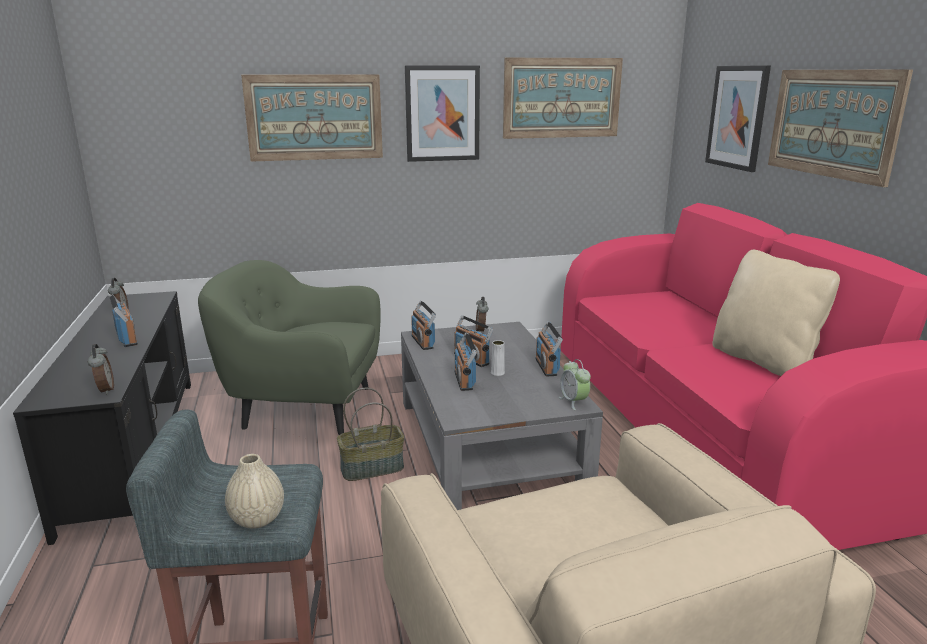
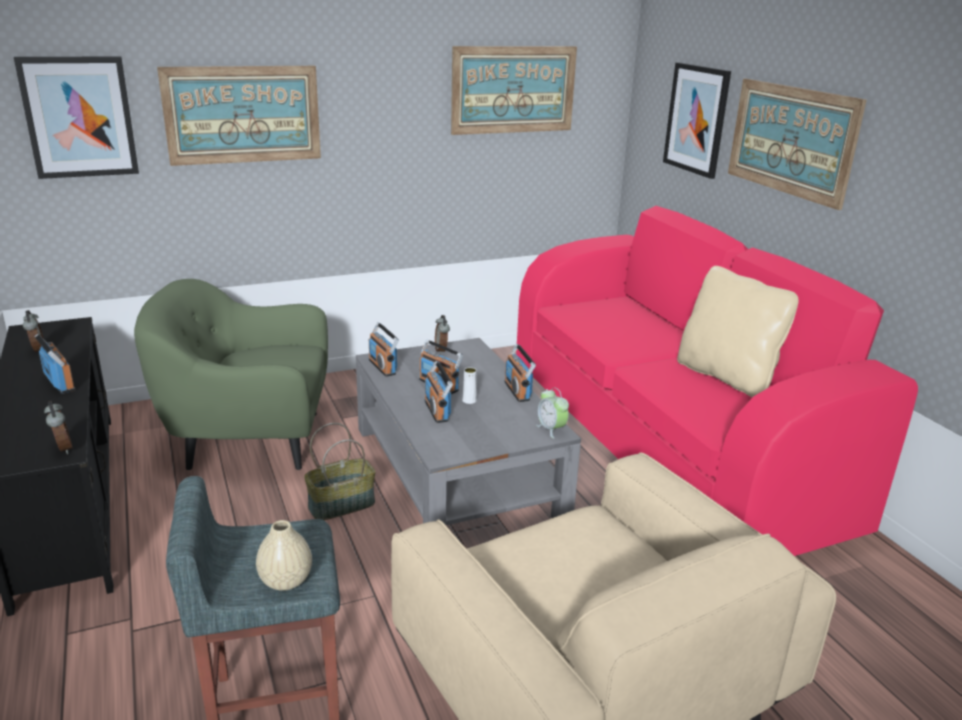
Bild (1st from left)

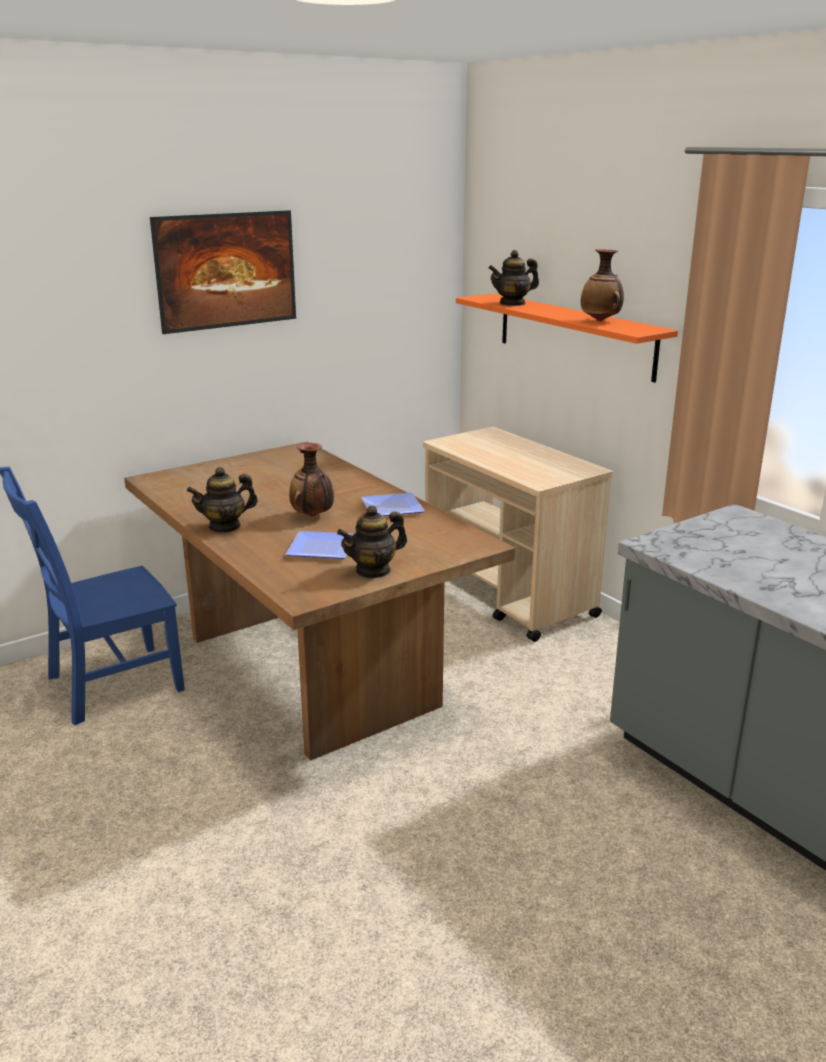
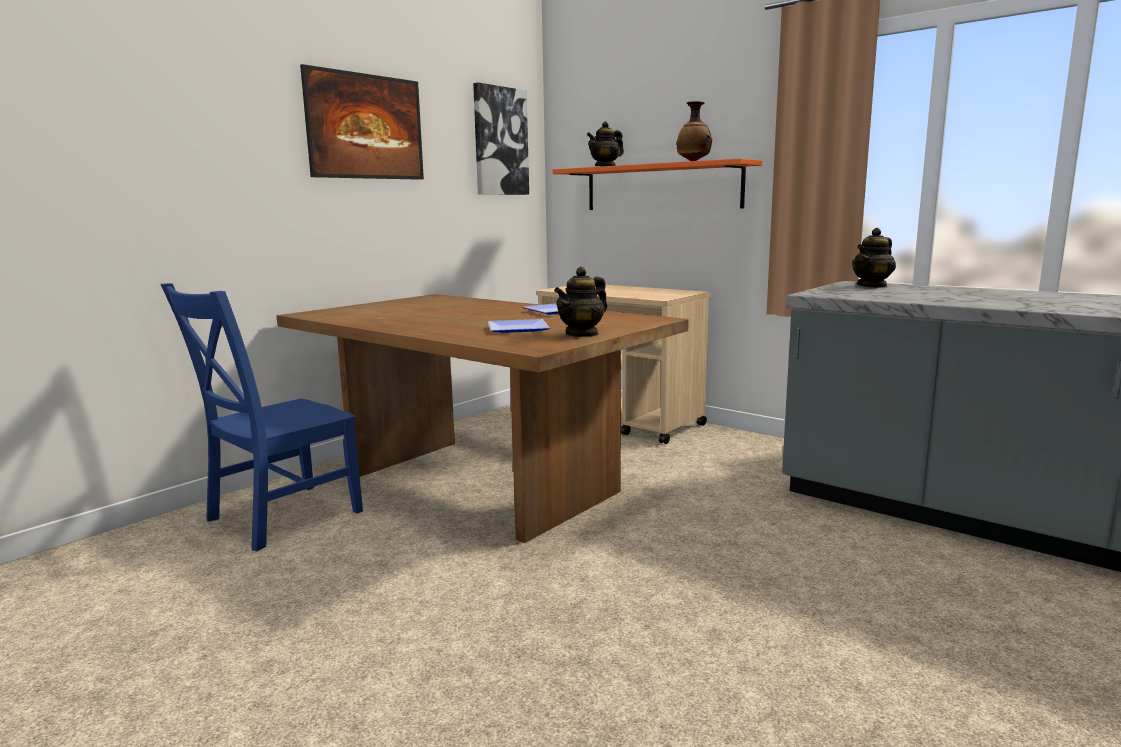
Bild (2nd from left)
Teekanne (3rd from left)
Vase (1st from left in the first image)

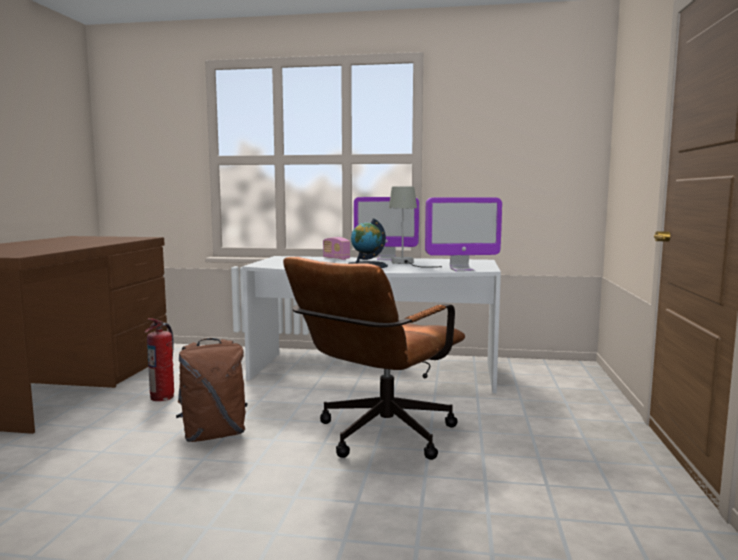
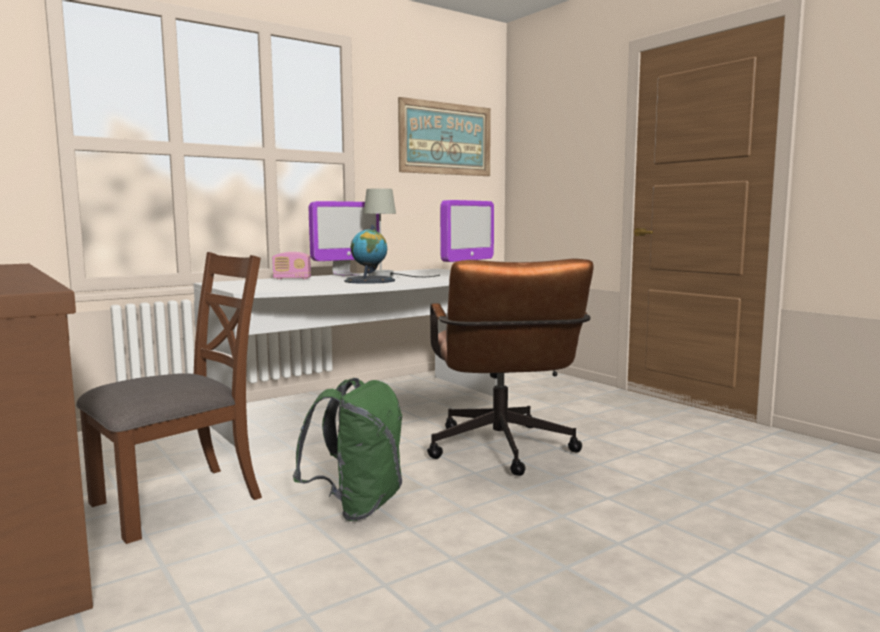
Stuhl [braun]
Rucksack [grün]
Bild

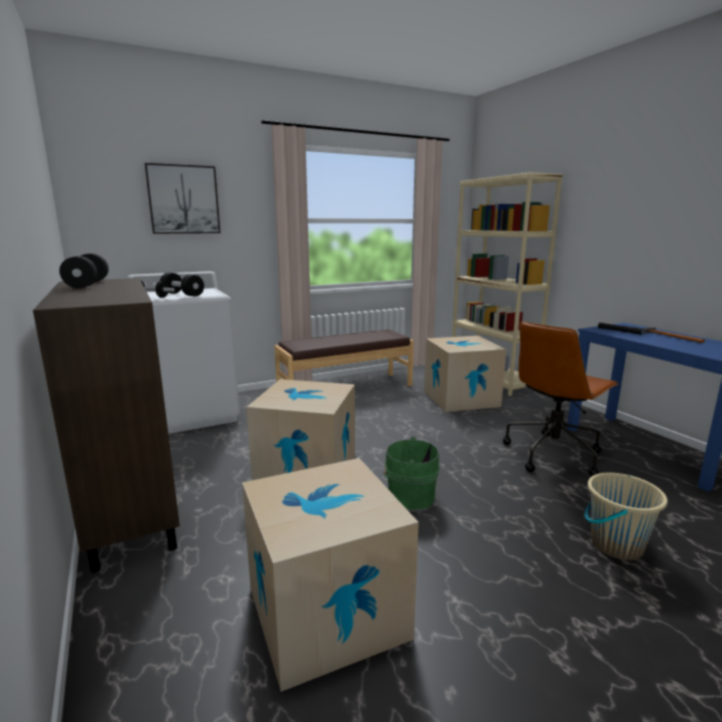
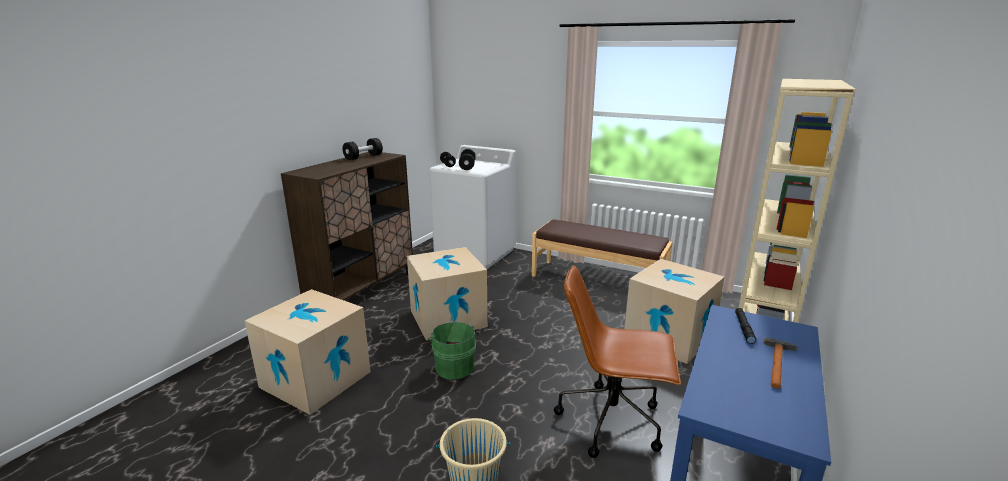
Bild

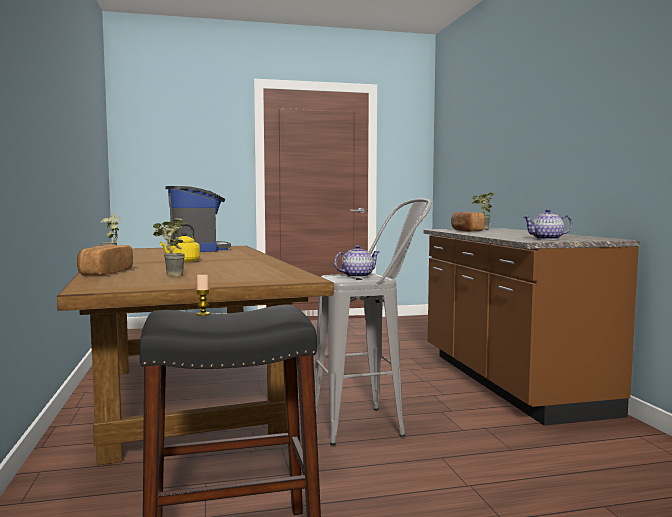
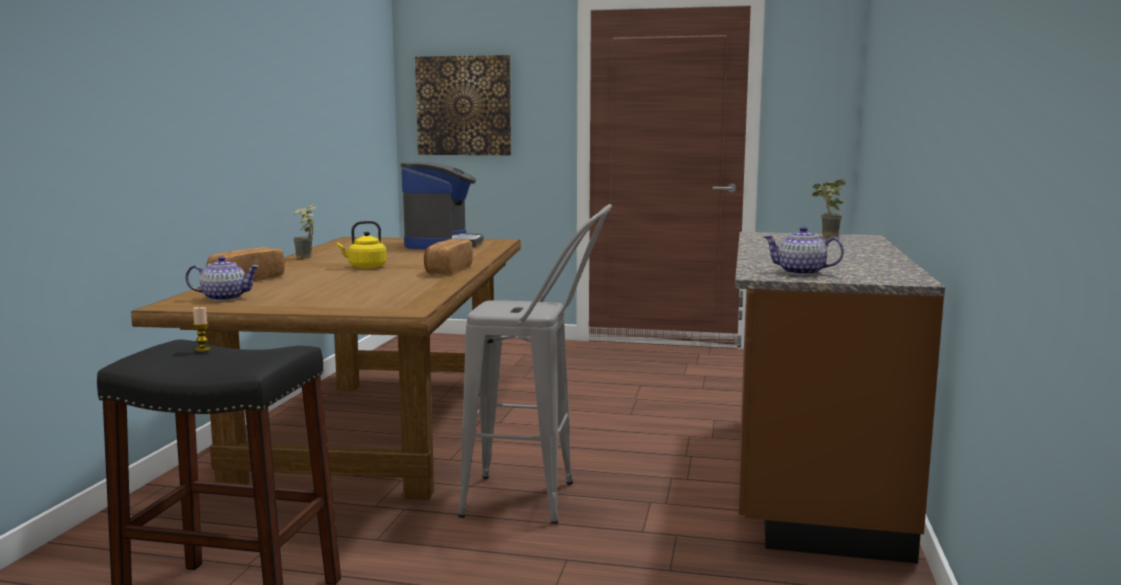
Teekanne (1st from left)
Bild
Brot (2nd from left)
Topfpflanze (2nd from left in the first image)

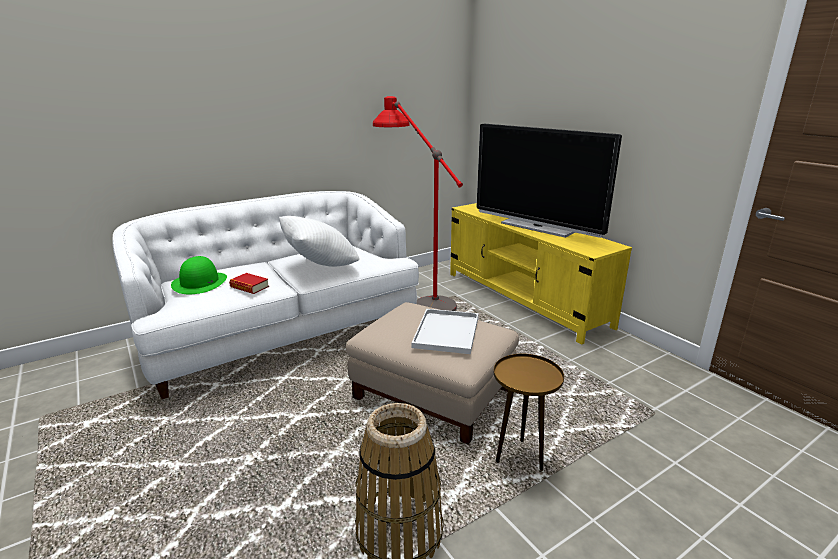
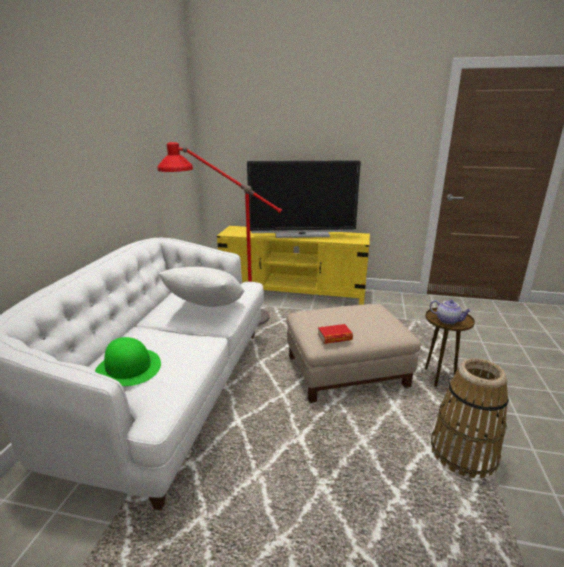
Buch
Teekanne
Tablett [weiß]

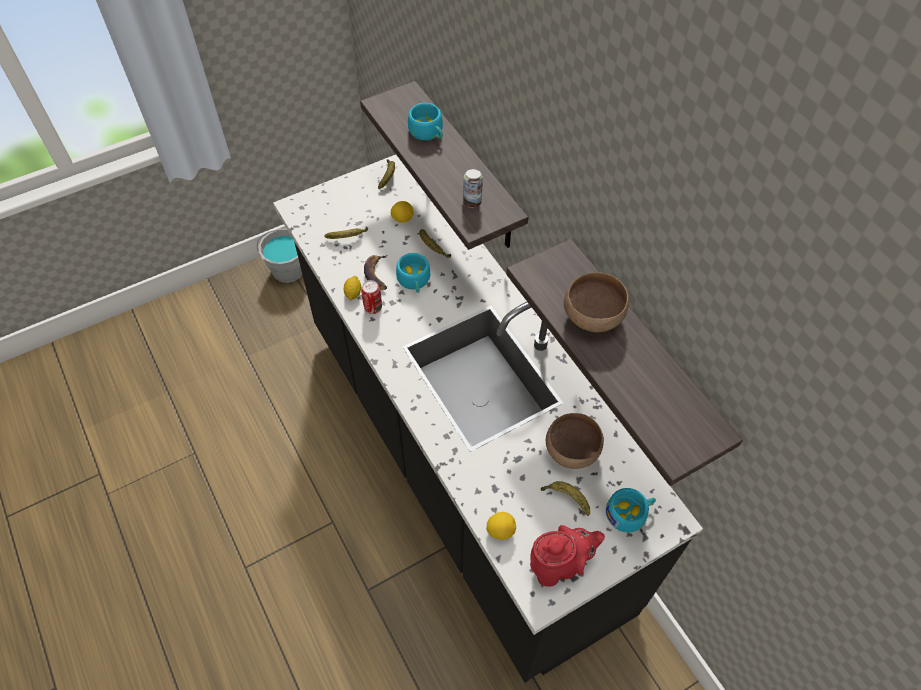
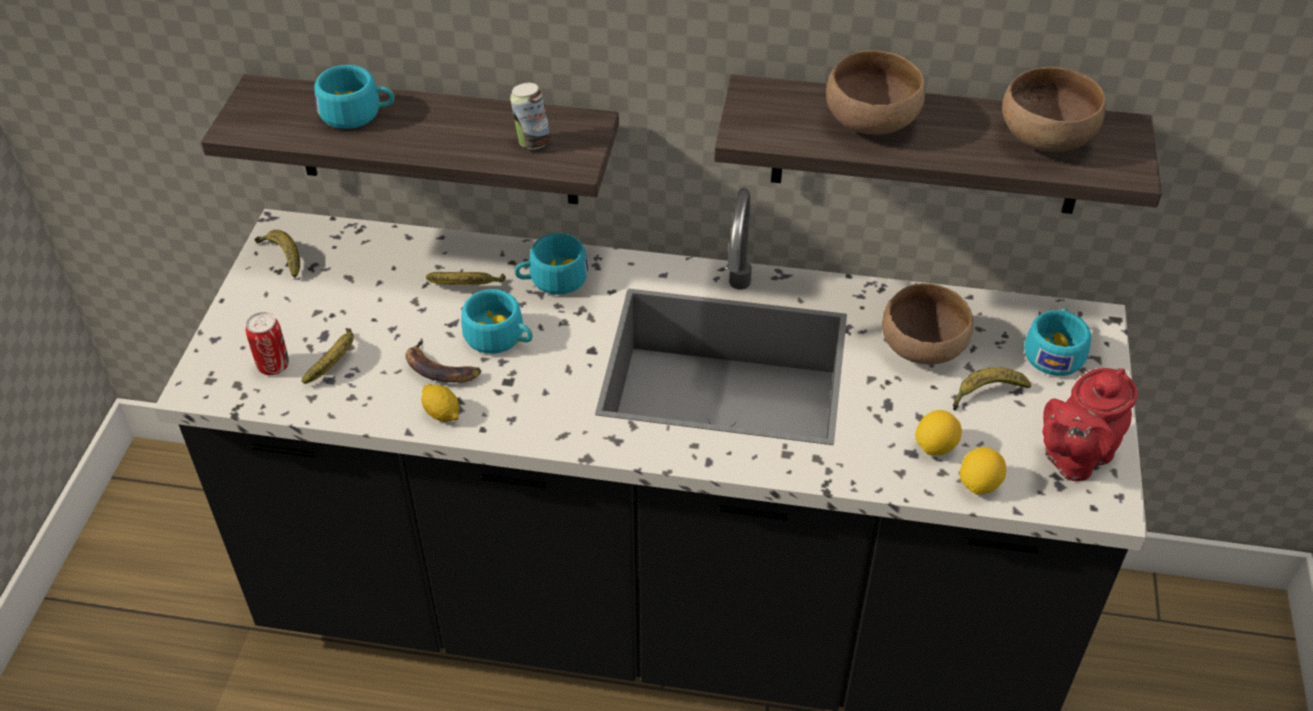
Dose (1st from left)
Tasse [türkis] (3rd from left)
Zitrone (2nd from left)
Schüssel [braun] (3rd from left)
Teekanne [rot]
Eimer [grau]

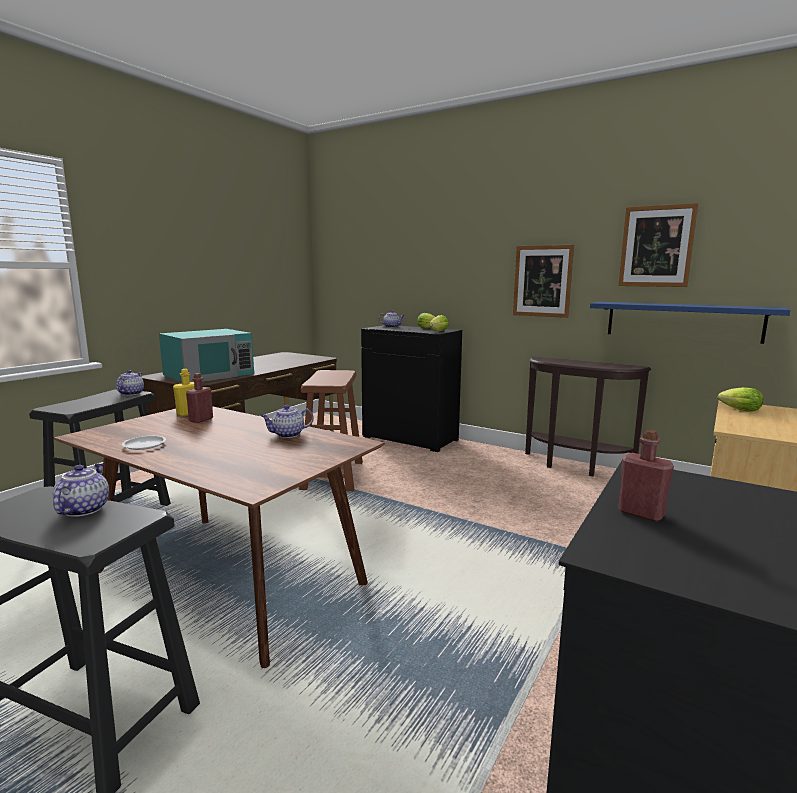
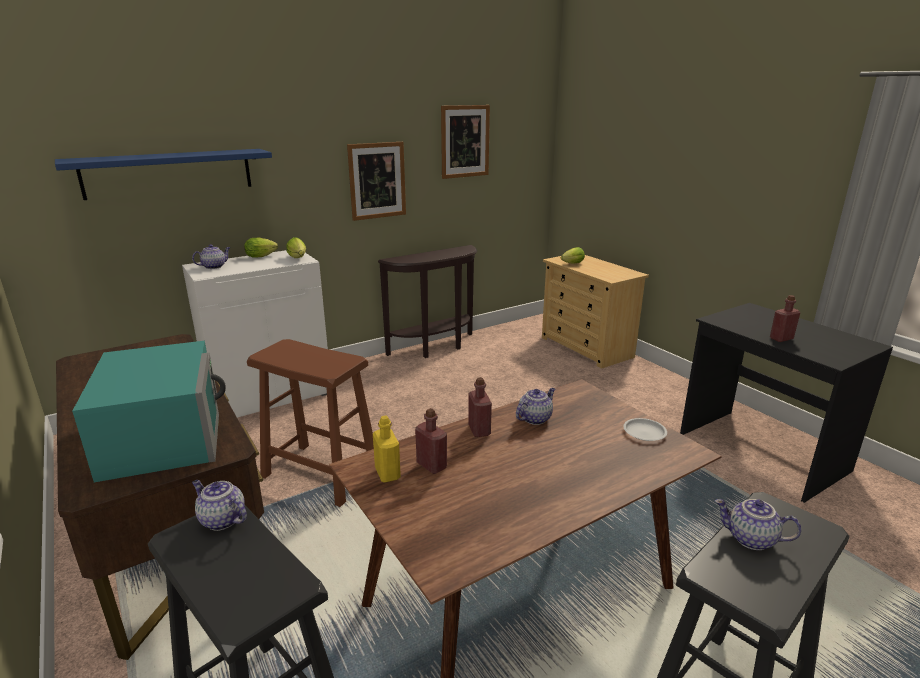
Wandregal [blau]
Schrank [weiß]
Flasche [rot] (2nd from left)
Teekanne (3rd from left)
Teller [weiß]

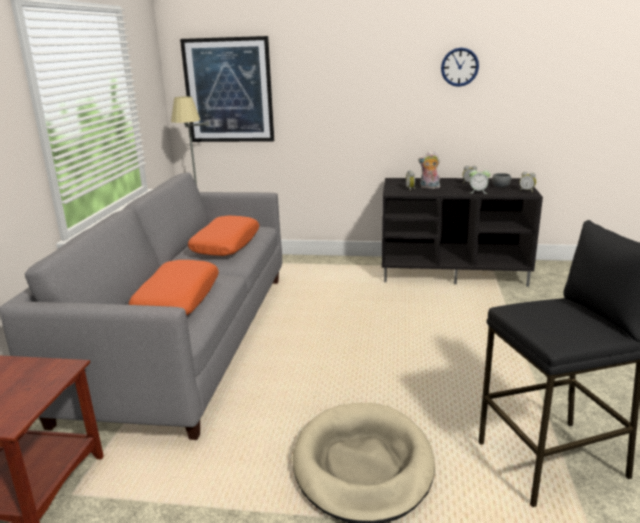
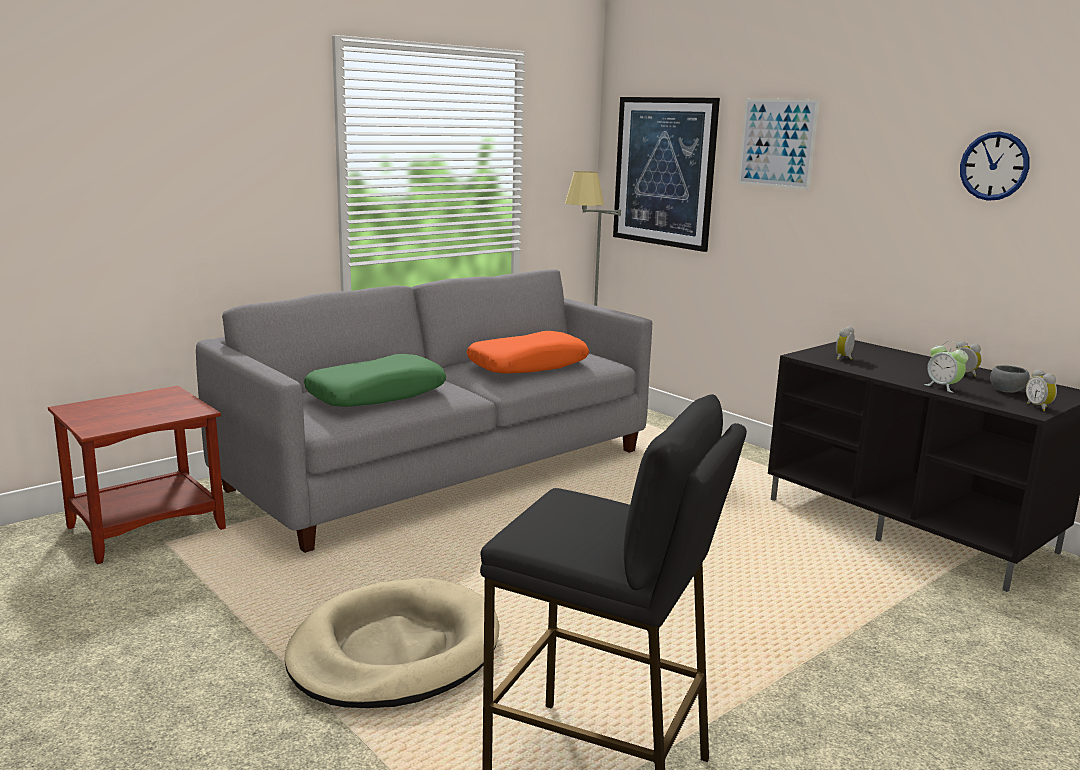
Kissen [grün]
Bild (2nd from left)
Plüschtier

